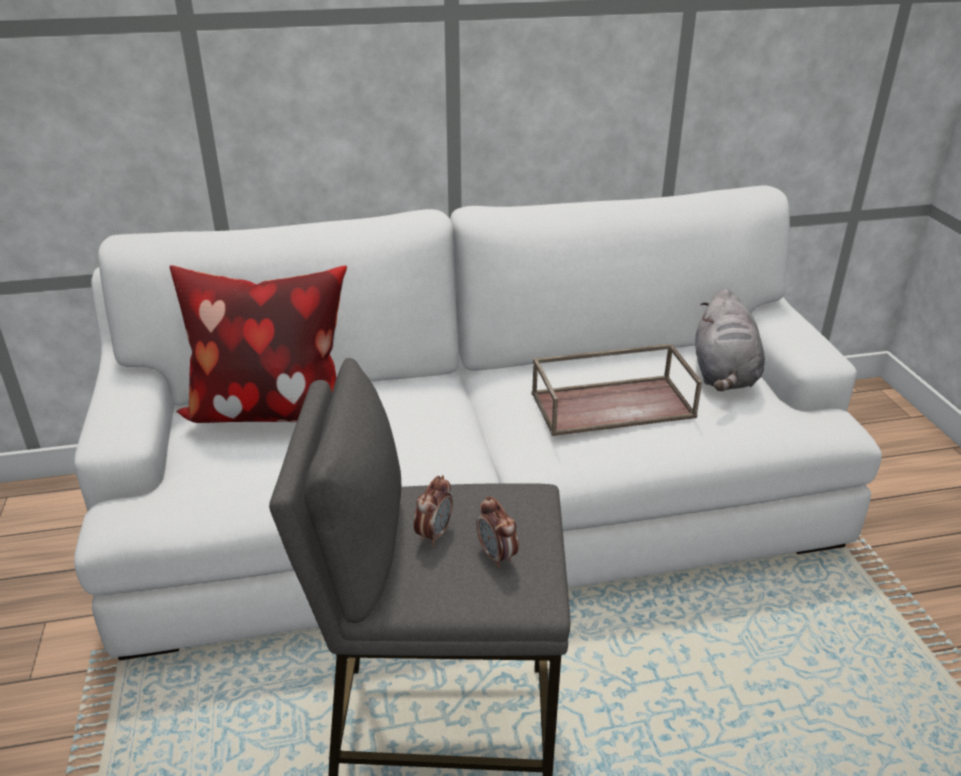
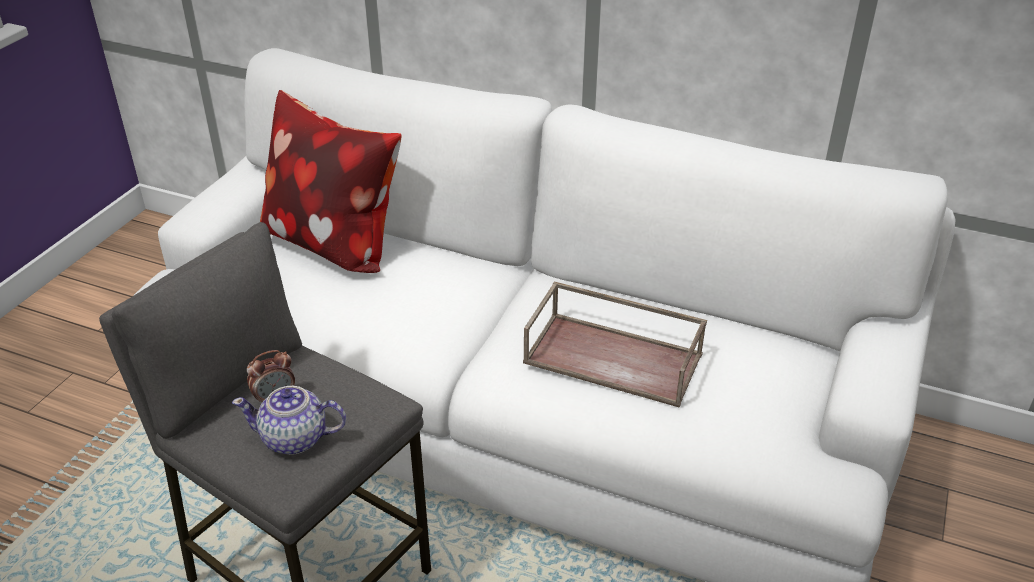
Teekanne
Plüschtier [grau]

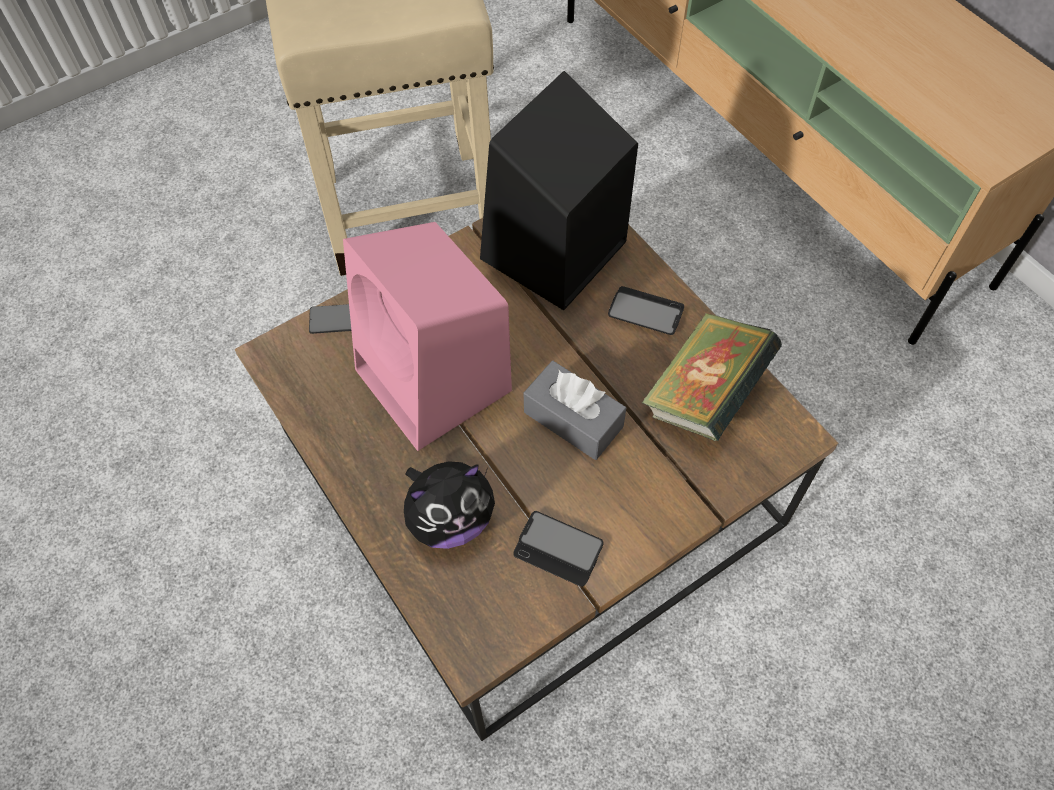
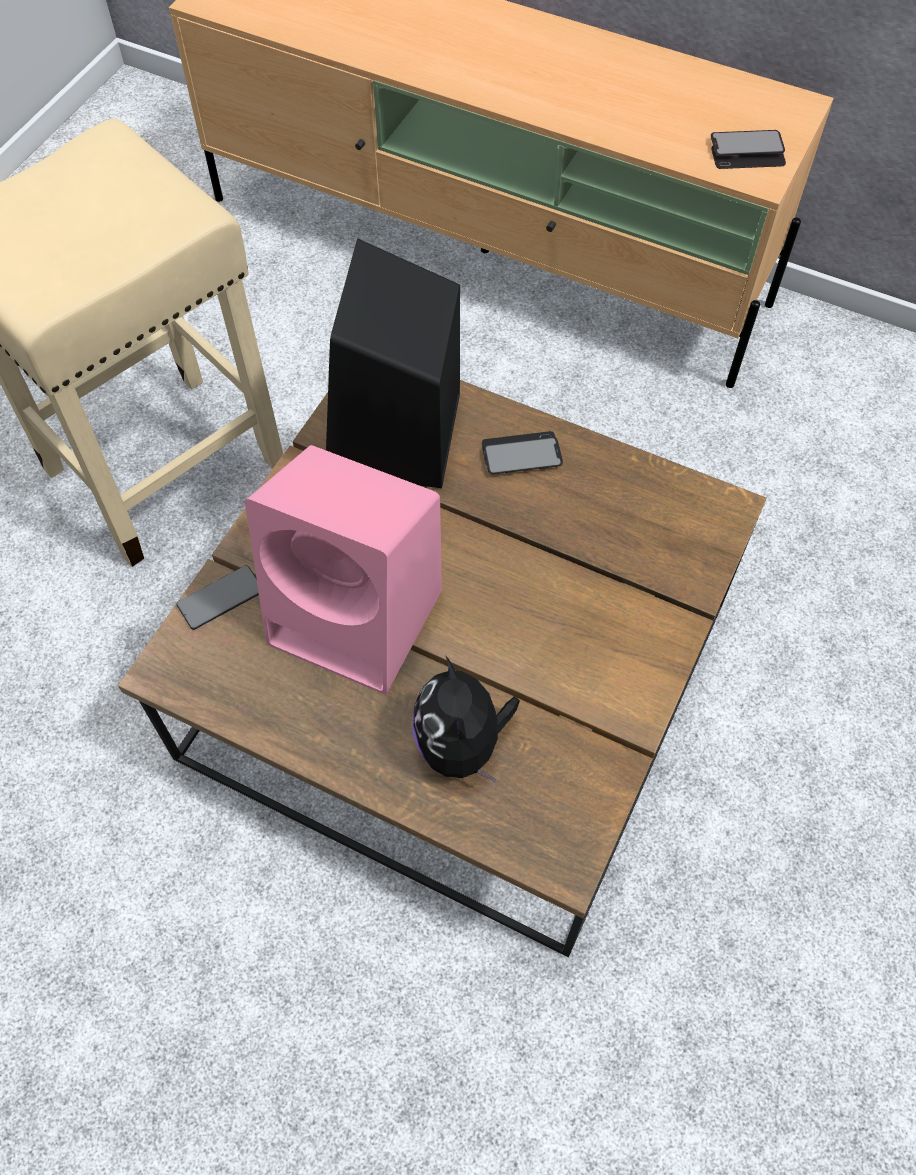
Plüschtier
Handy (3rd from left)
Taschentuchbox [grau]
Buch

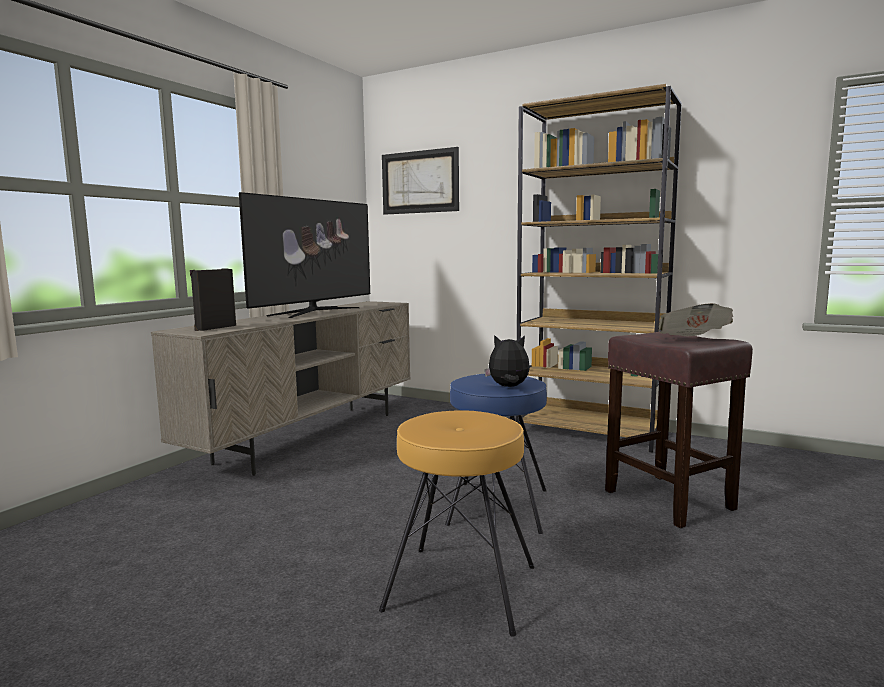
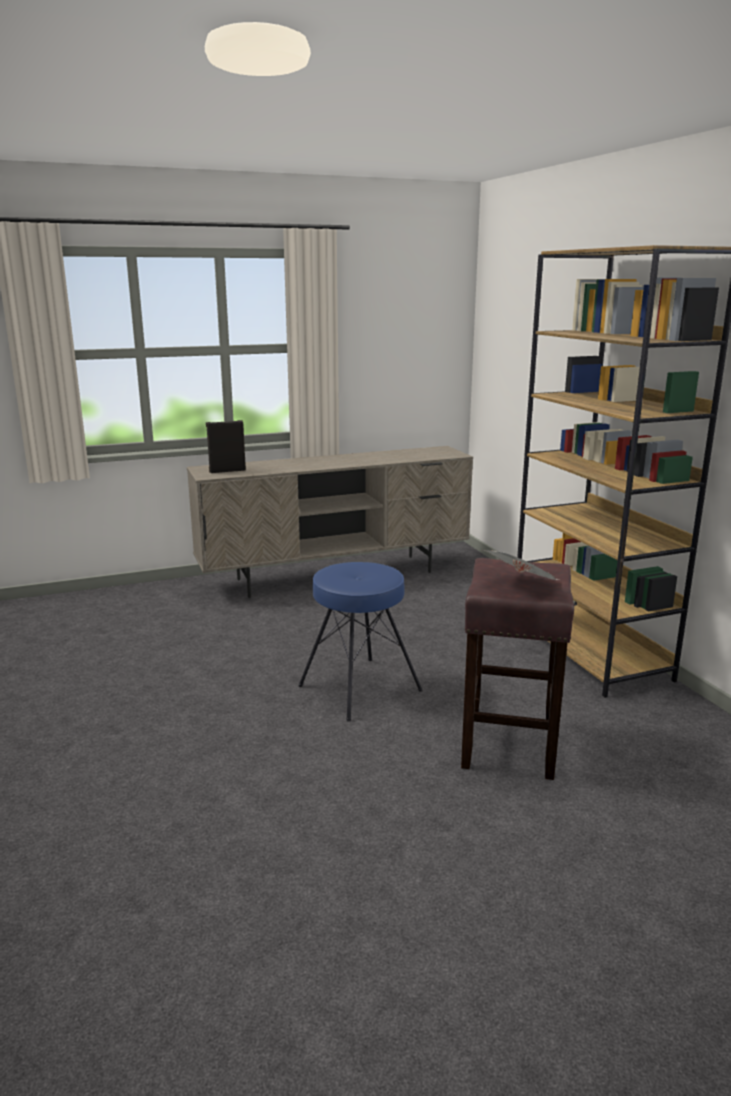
Fernseher
Hocker [braun] (1st from left in the first image)
Bild
Plüschtier

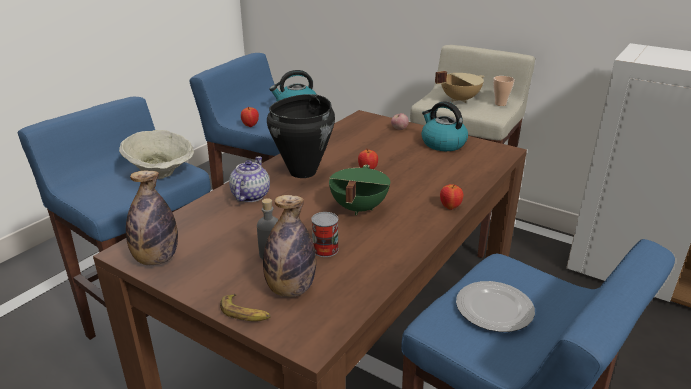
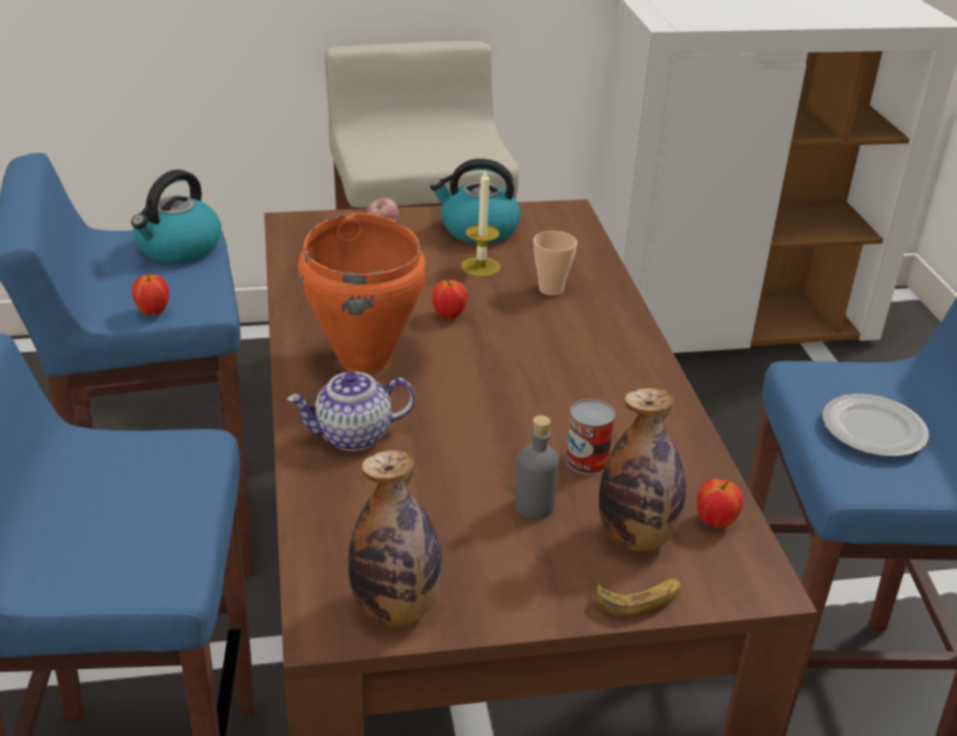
Teekanne
Kochtopf [orange]
Kerze
Tasse
Apfel (4th from left)
Schüssel [beige]
Kochtopf [grün]
Kochtopf [beige]

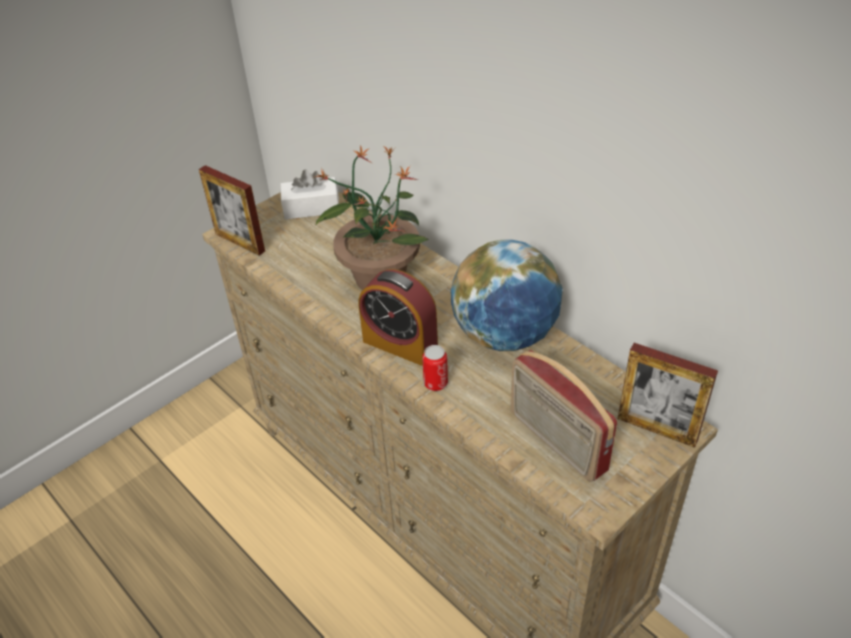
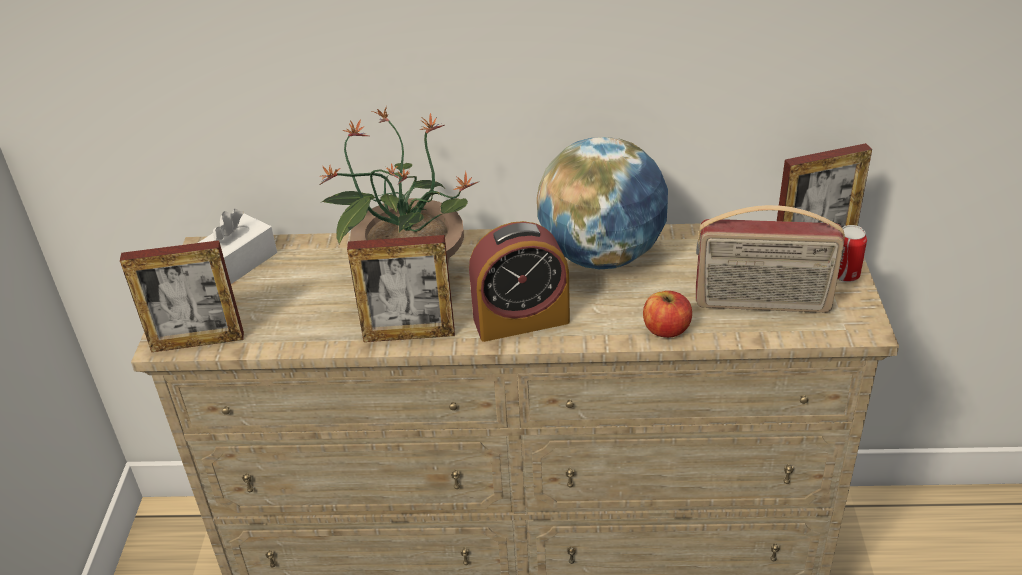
Bilderrahmen (2nd from left)
Apfel
Dose

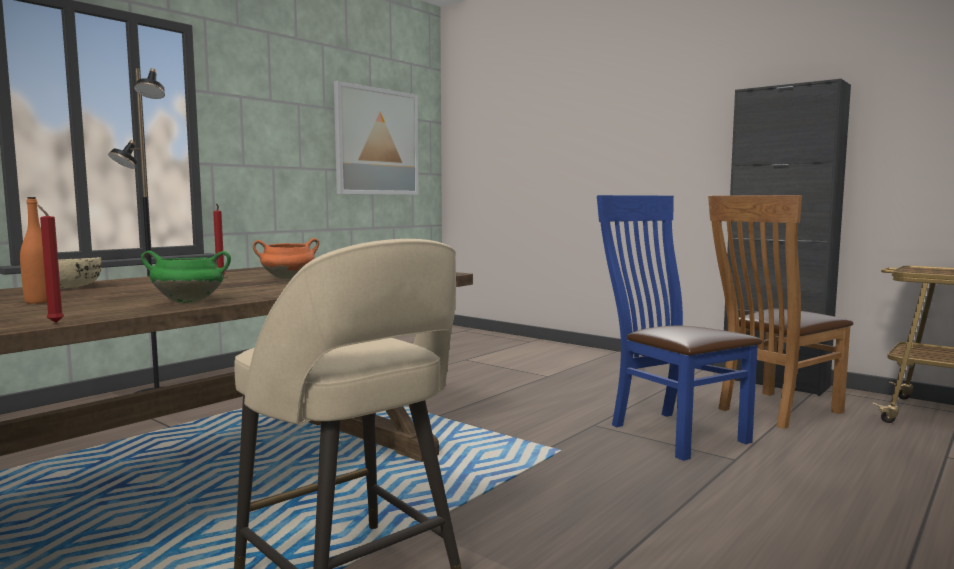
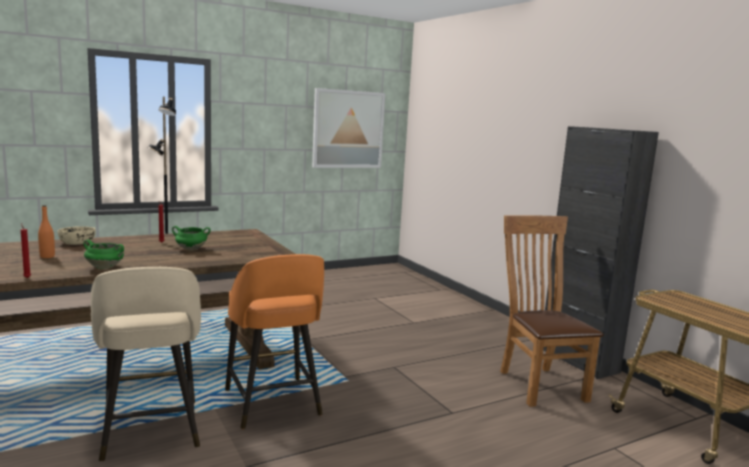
Kochtopf [grün] (2nd from left)
Hocker [orange]
Stuhl [braun]
Stuhl [blau]

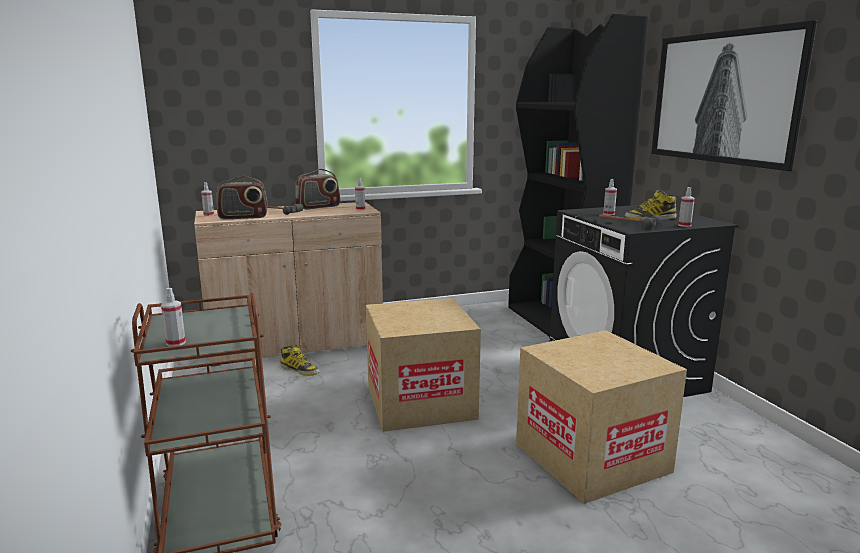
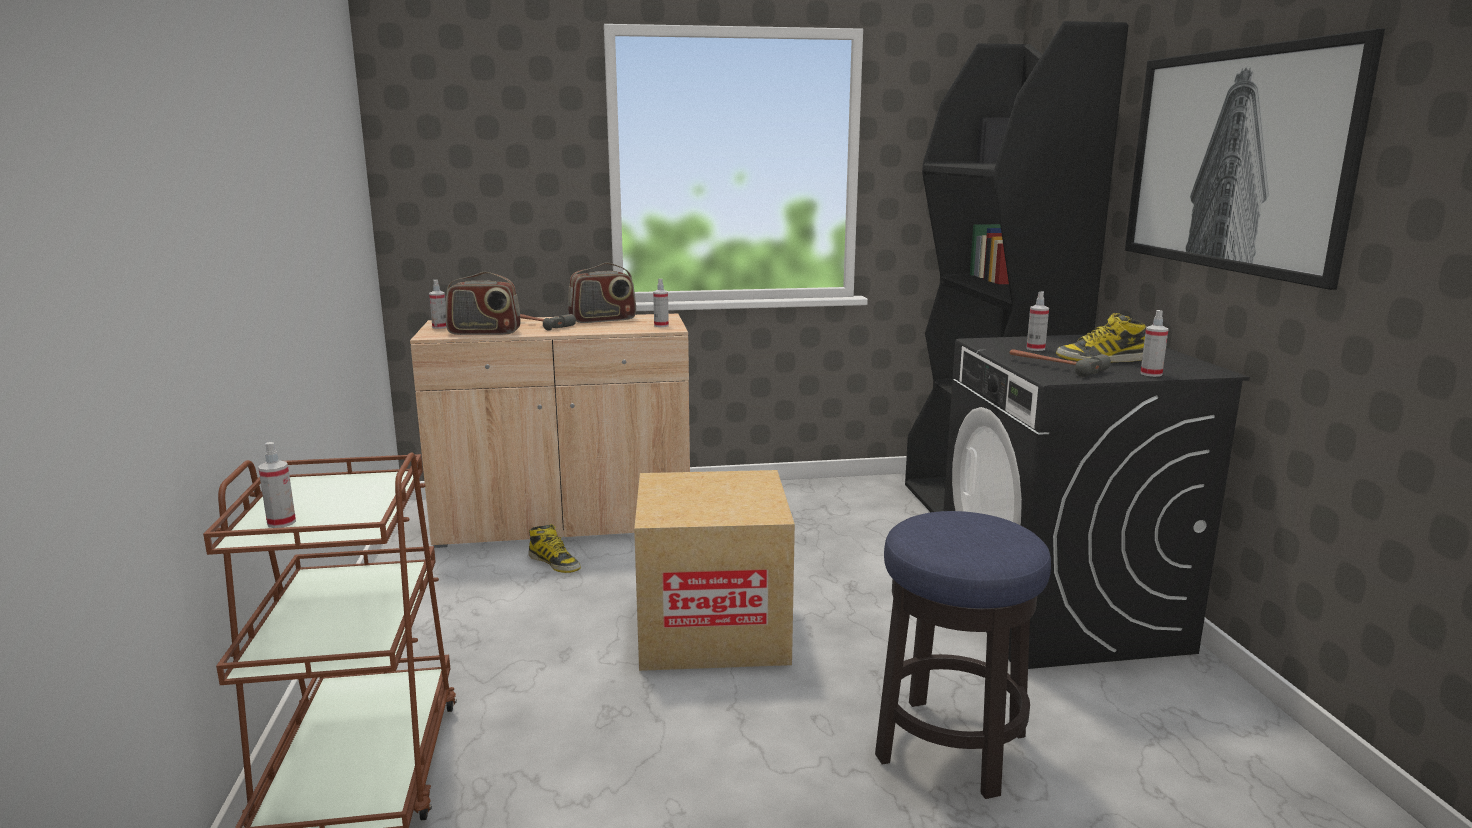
Hocker

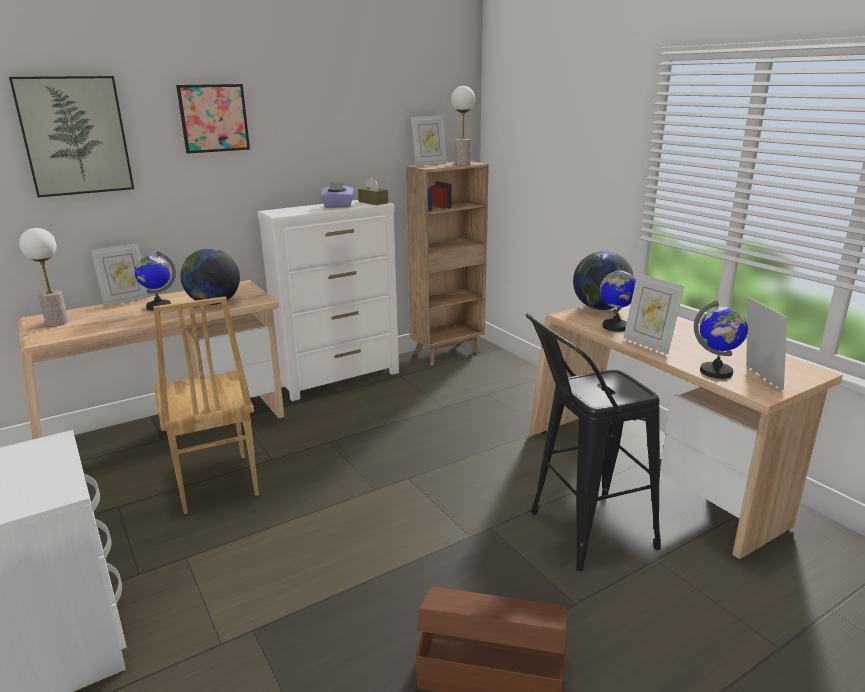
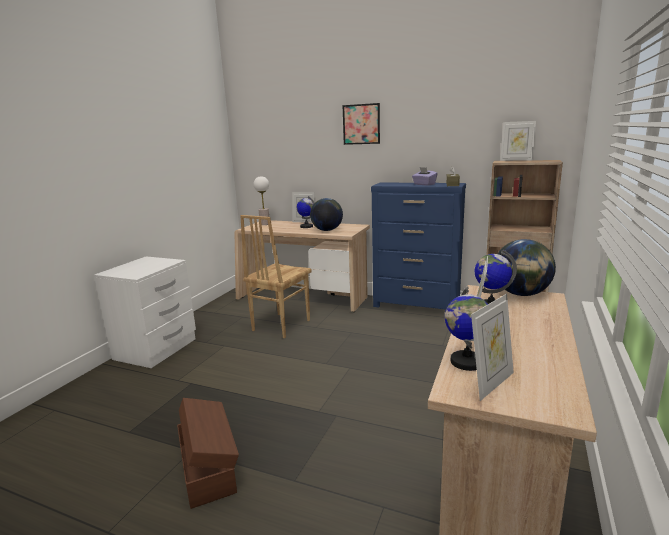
Kommode [blau]
Bild (1st from left in the first image)
Tischlampe (2nd from left in the first image)
Hocker [schwarz]

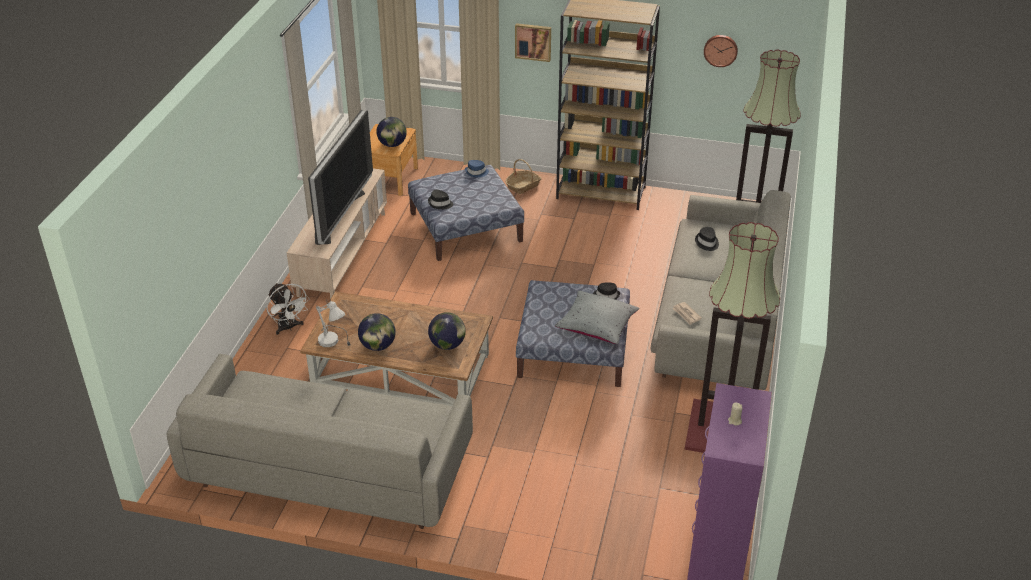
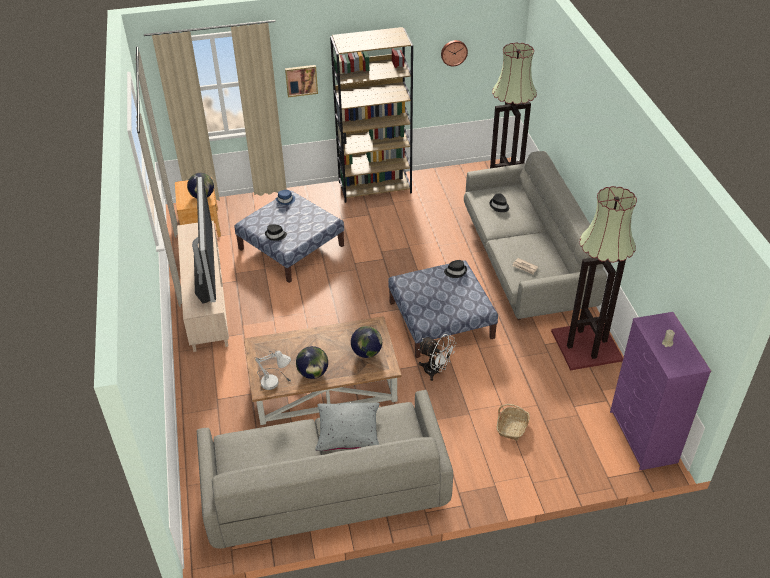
Kissen [grau]
Ventilator [weiß]
Korb

